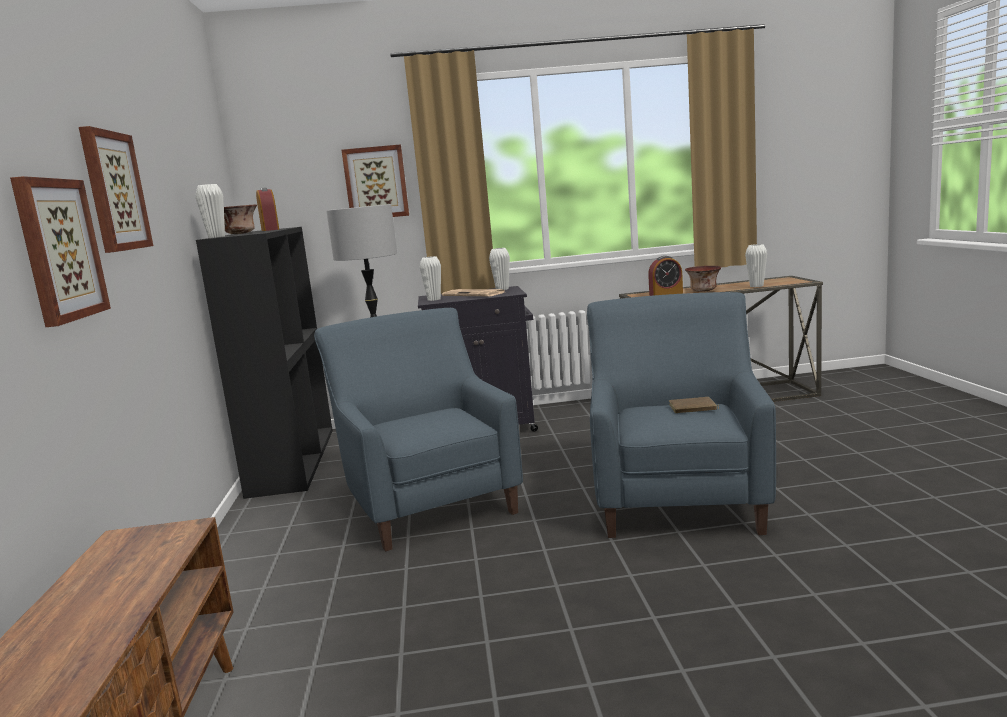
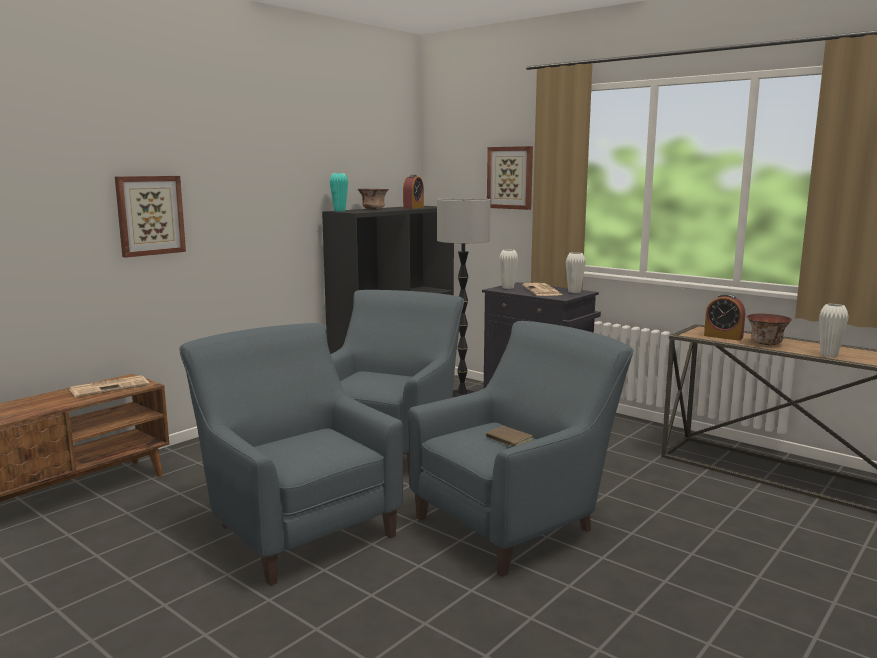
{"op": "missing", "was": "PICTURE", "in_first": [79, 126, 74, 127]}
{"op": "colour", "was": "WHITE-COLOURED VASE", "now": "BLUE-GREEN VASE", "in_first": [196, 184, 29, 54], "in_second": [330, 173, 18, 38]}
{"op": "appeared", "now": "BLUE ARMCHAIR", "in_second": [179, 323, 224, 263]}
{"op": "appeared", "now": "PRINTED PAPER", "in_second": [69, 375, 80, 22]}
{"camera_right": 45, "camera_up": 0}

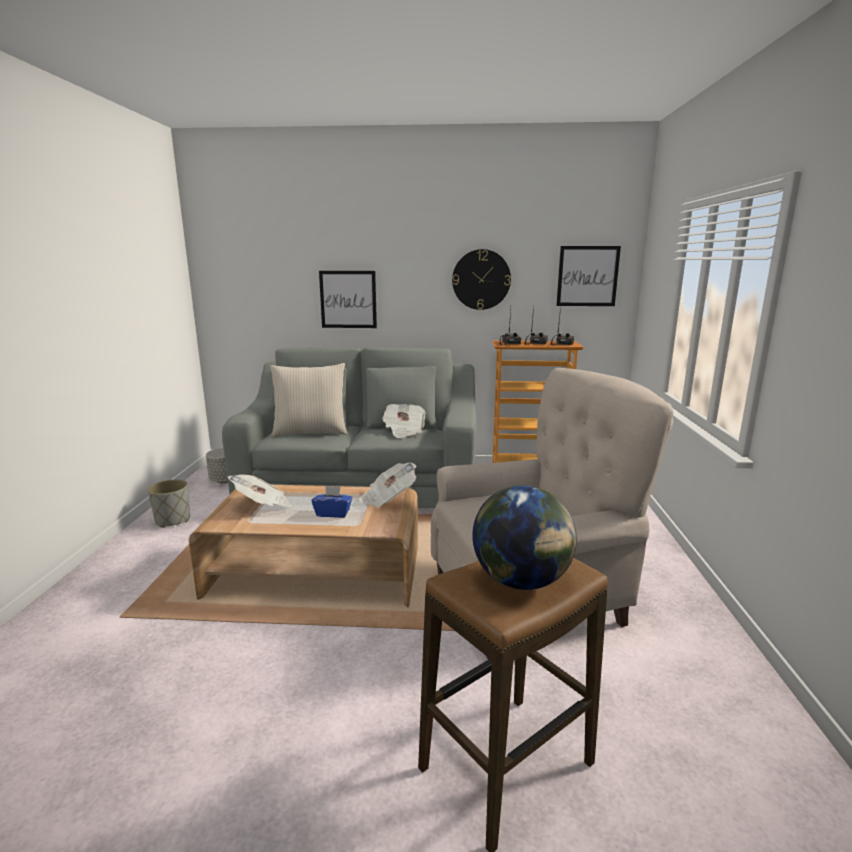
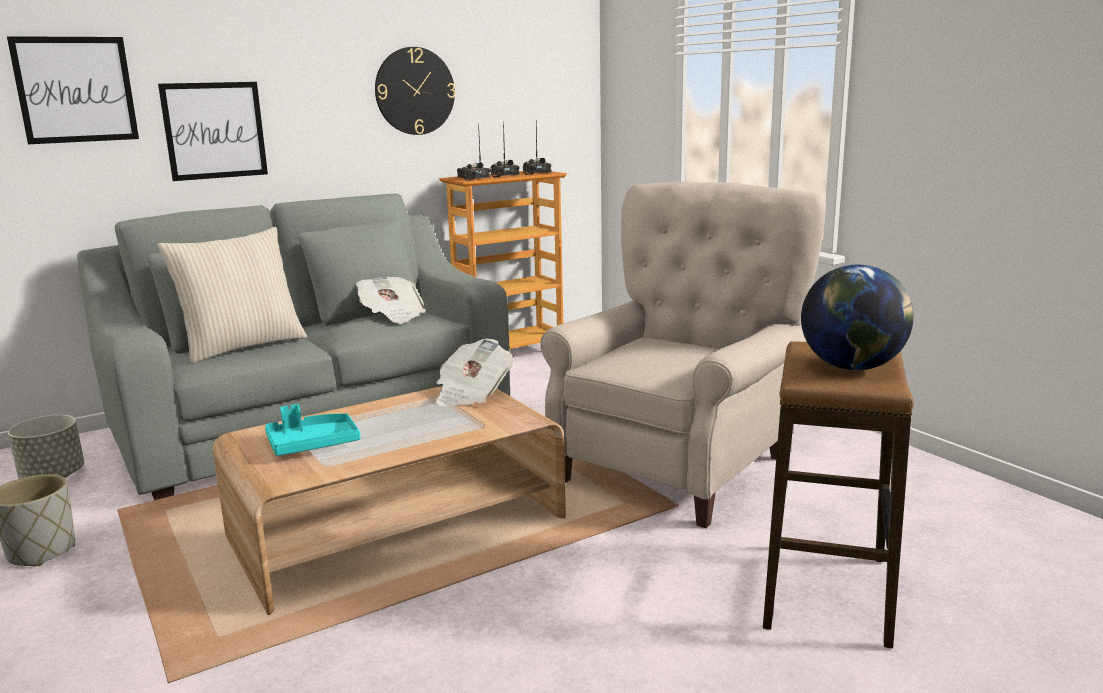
{"op": "relocated", "was": "PICTURE", "in_first": [556, 246, 65, 60], "in_second": [7, 36, 132, 108]}
{"op": "exchanged", "was": "PRINTED PAPER", "now": "BLUE-GREEN TRAY", "in_first": [228, 475, 64, 32], "in_second": [265, 404, 95, 52]}
{"op": "missing", "was": "BLUE BOX OF TISSUES", "in_first": [312, 486, 40, 32]}
{"camera_right": -35, "camera_up": 0}

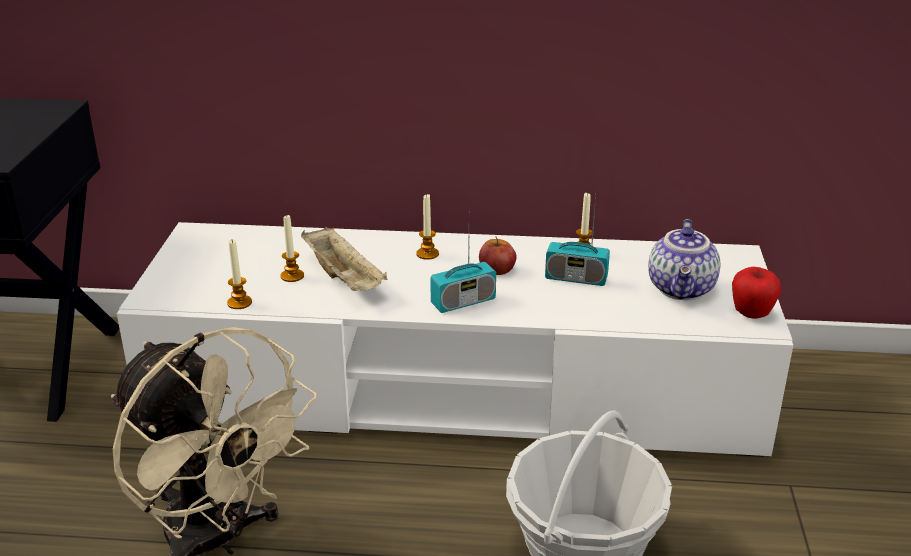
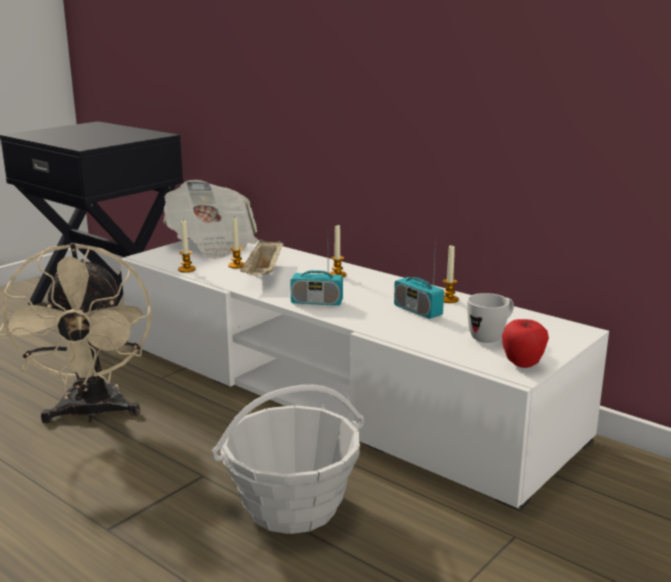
{"op": "exchanged", "was": "TEA POT", "now": "WHITE-COLOURED COFFEE MUG", "in_first": [648, 219, 72, 81], "in_second": [467, 293, 47, 50]}
{"op": "missing", "was": "APPLE", "in_first": [479, 236, 38, 39]}
{"op": "appeared", "now": "PRINTED PAPER", "in_second": [164, 180, 94, 79]}
{"camera_right": 35, "camera_up": -10}

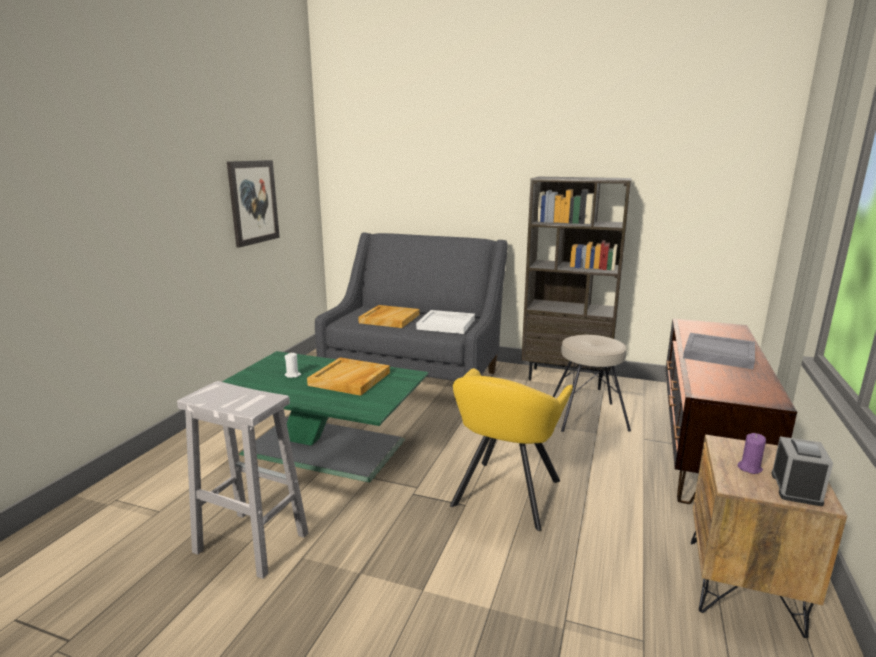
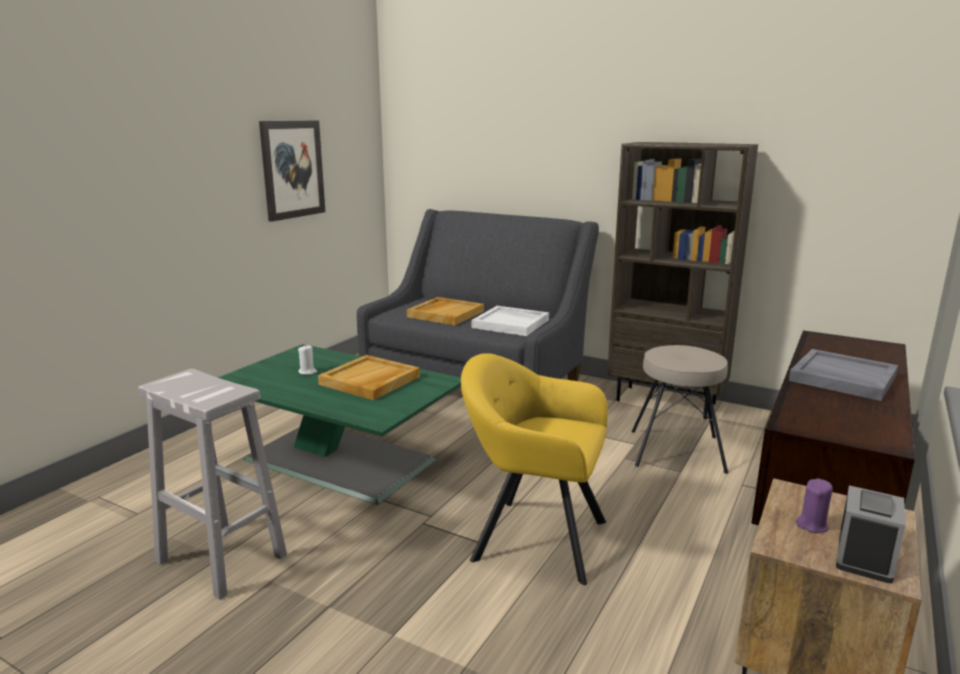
{"op": "spun", "was": "YELLOWISH ARMCHAIR", "in_first": [450, 368, 123, 163], "in_second": [461, 353, 147, 232], "clockwise": 75}
{"camera_right": 10, "camera_up": 0}

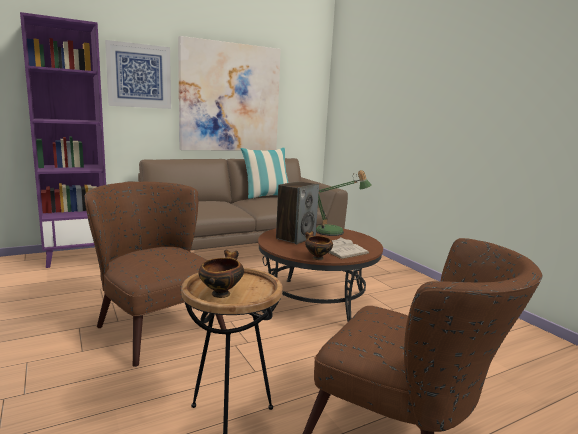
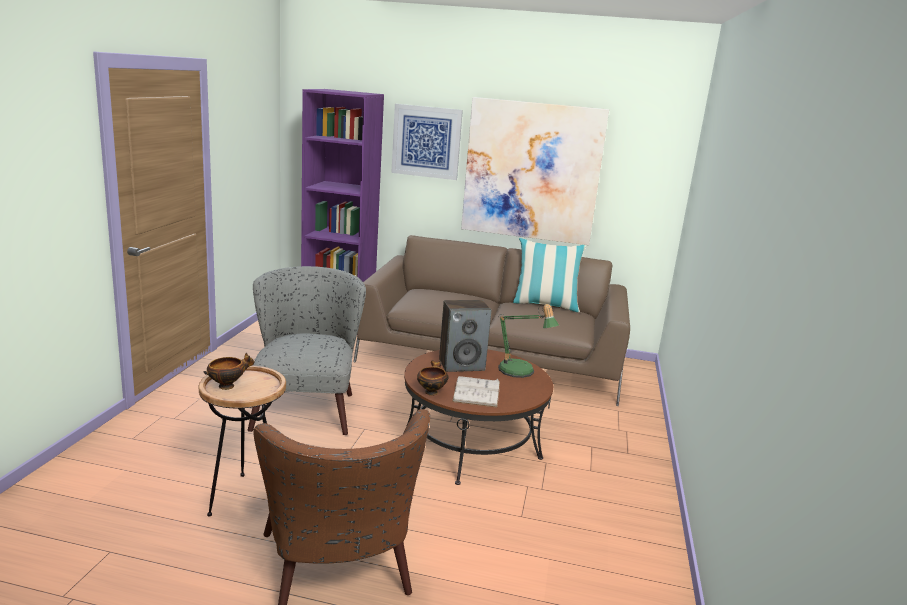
{"op": "colour", "was": "BROWN ARMCHAIR", "now": "GREYISH ARMCHAIR", "in_first": [85, 182, 141, 185], "in_second": [248, 266, 118, 169]}
{"camera_right": 40, "camera_up": 5}

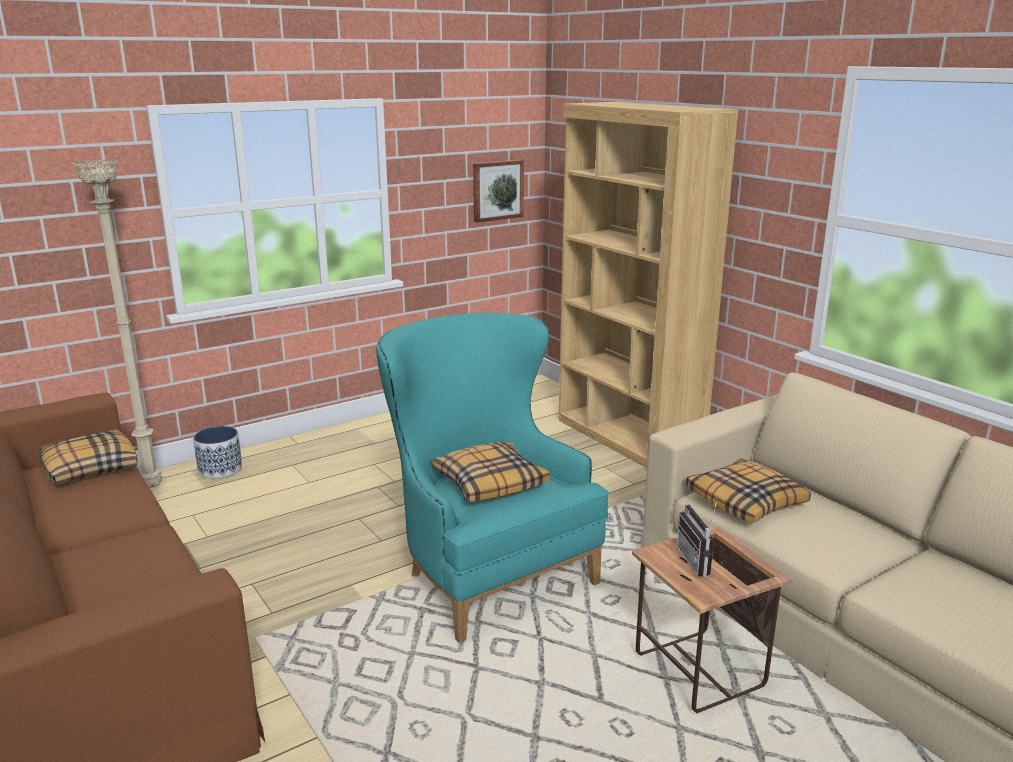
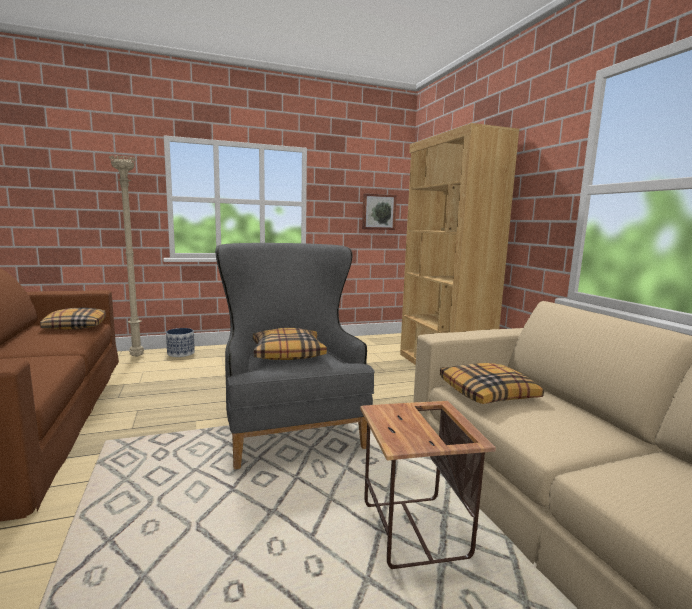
{"op": "colour", "was": "BLUE-GREEN ARMCHAIR", "now": "GREYISH ARMCHAIR", "in_first": [376, 313, 233, 330], "in_second": [215, 243, 160, 226]}
{"op": "missing", "was": "RADIO", "in_first": [676, 499, 41, 78]}
{"camera_right": 15, "camera_up": -10}

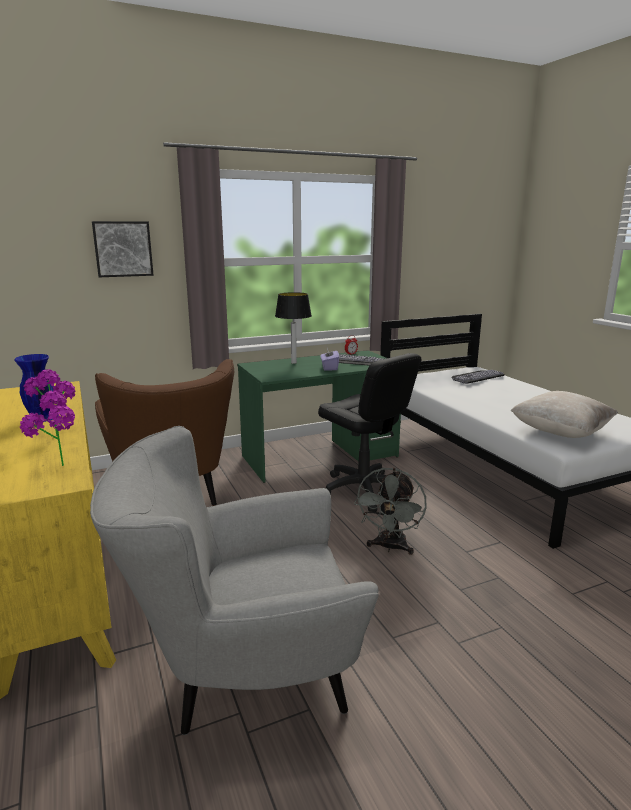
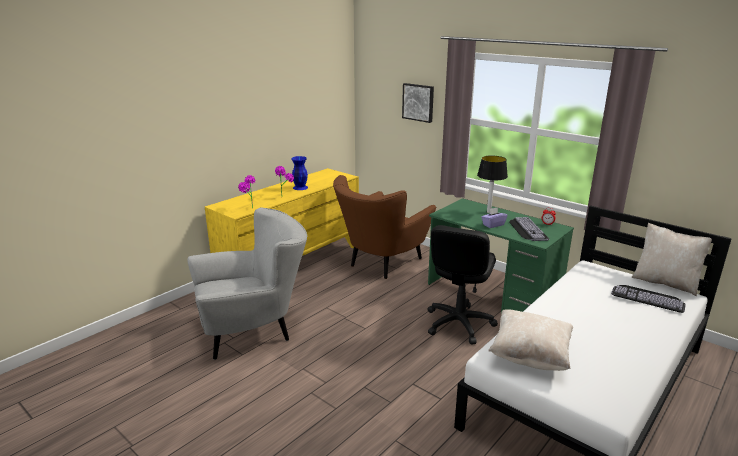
{"op": "spun", "was": "GREYISH ARMCHAIR", "in_first": [90, 426, 289, 309], "in_second": [187, 207, 120, 153], "clockwise": 105}
{"op": "missing", "was": "GREYISH COOLING FAN", "in_first": [354, 468, 73, 87]}
{"op": "appeared", "now": "BEIGE-COLOURED PILLOW", "in_second": [631, 223, 81, 73]}
{"camera_right": 65, "camera_up": 5}

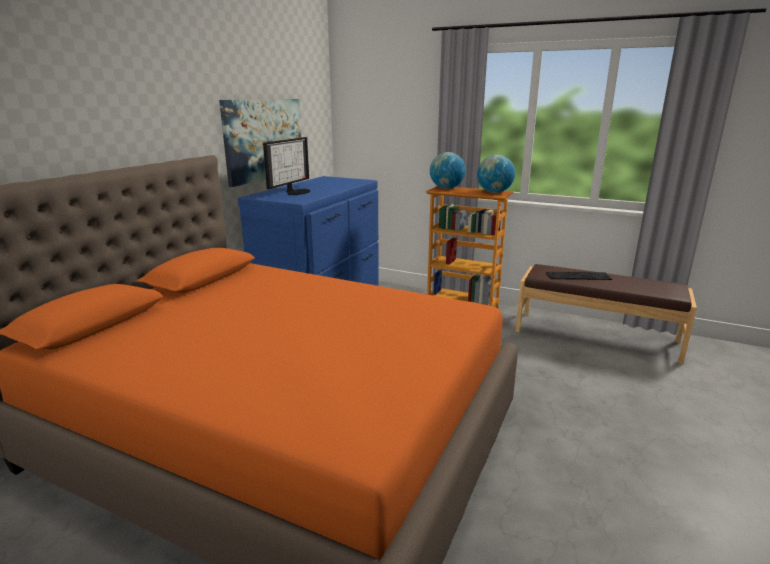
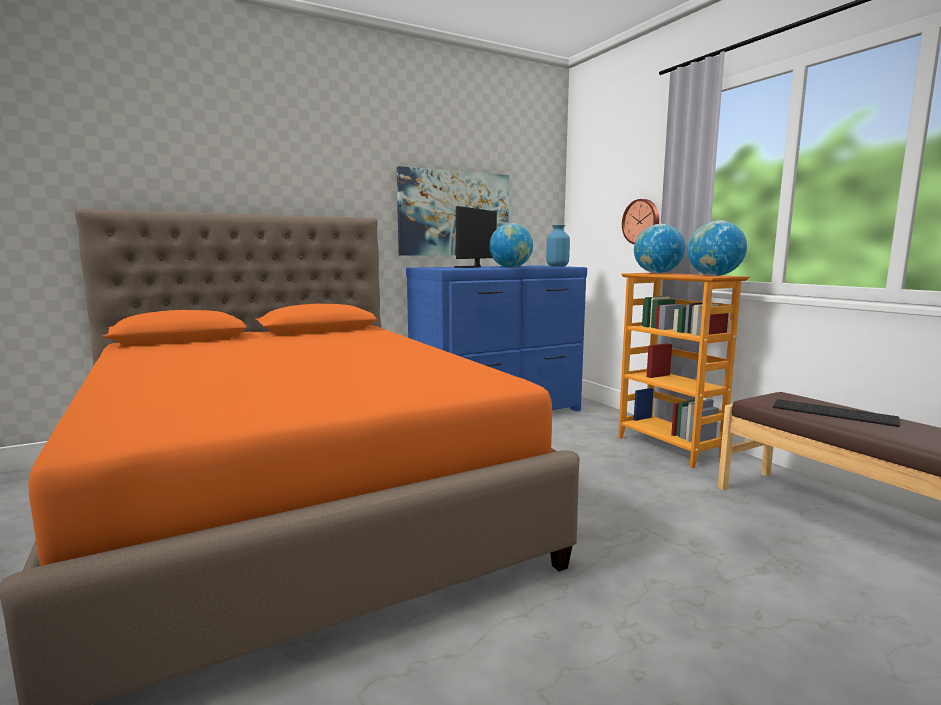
{"op": "spun", "was": "MONITOR", "in_first": [263, 137, 47, 58], "in_second": [454, 206, 43, 62], "clockwise": 150}
{"op": "appeared", "now": "CLOCK ON THE WALL", "in_second": [622, 199, 37, 45]}
{"op": "appeared", "now": "DESK GLOBE", "in_second": [489, 223, 44, 45]}
{"op": "appeared", "now": "BLUE VASE", "in_second": [546, 225, 24, 42]}
{"camera_right": 35, "camera_up": -10}

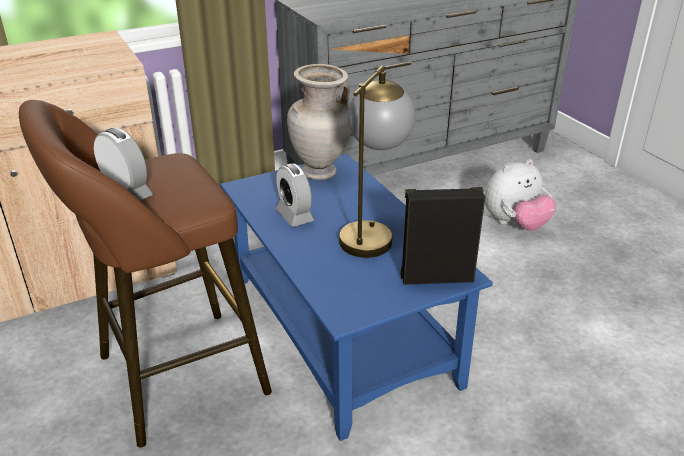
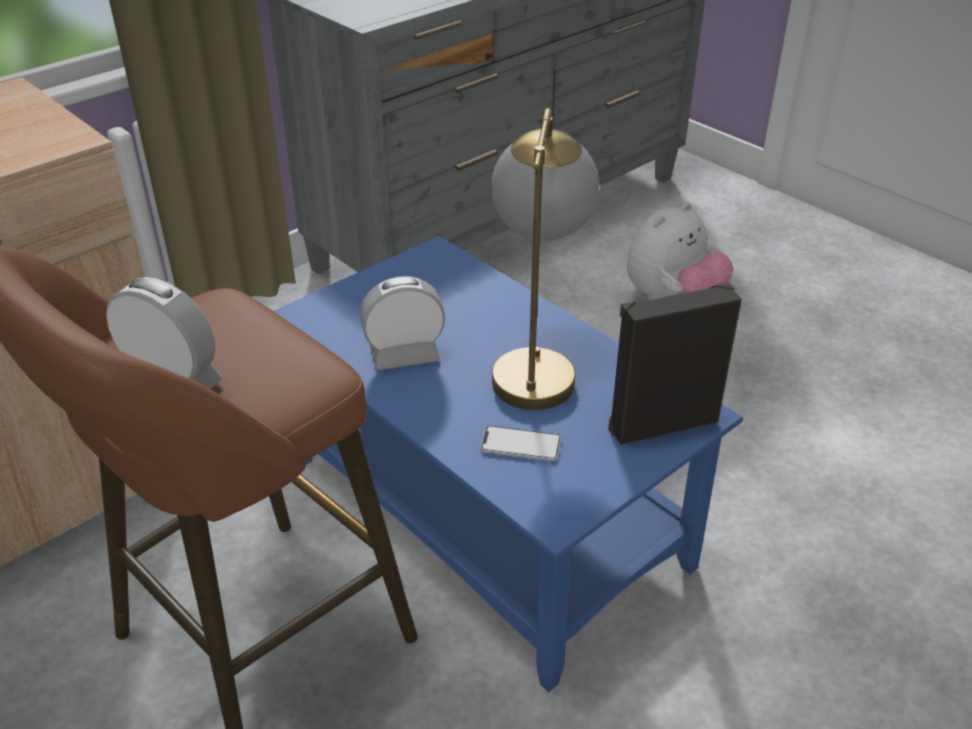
{"op": "missing", "was": "BEIGE-COLOURED VASE", "in_first": [287, 64, 64, 116]}
{"op": "spun", "was": "TABLE CLOCK", "in_first": [276, 164, 38, 63], "in_second": [360, 276, 85, 94], "clockwise": 120}
{"op": "appeared", "now": "TELEPHONE", "in_second": [480, 426, 82, 35]}
{"camera_right": -15, "camera_up": 5}

